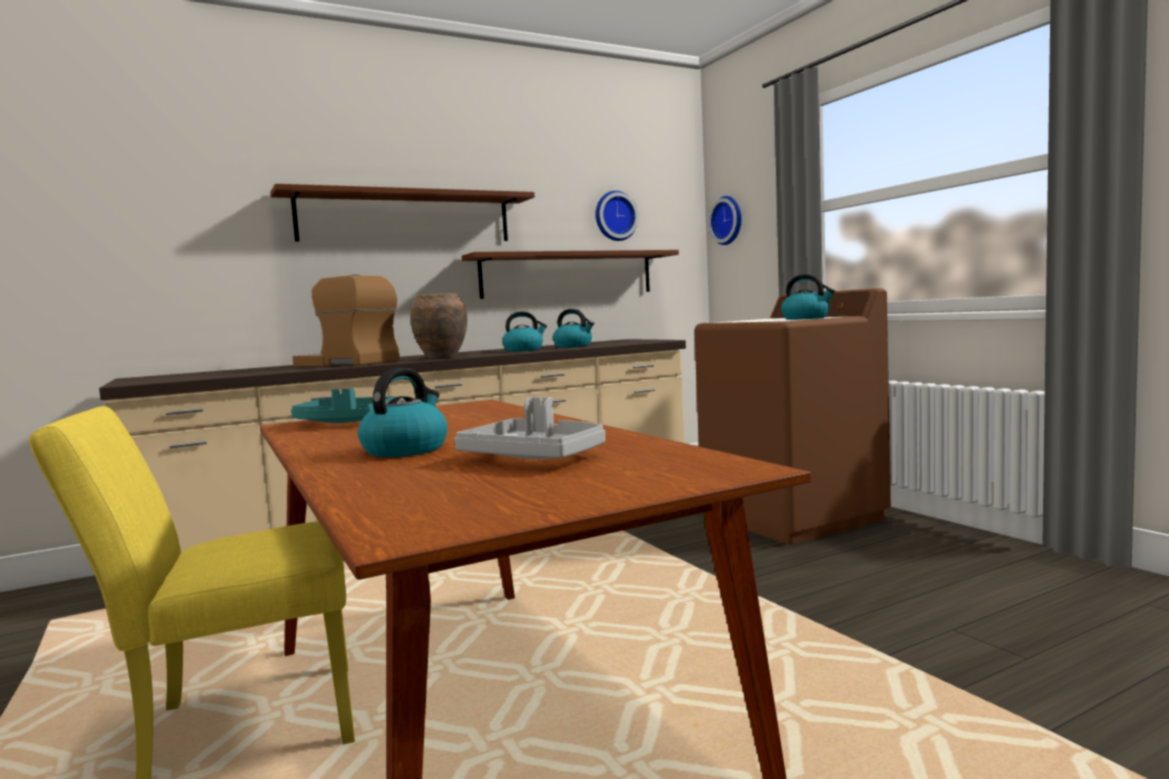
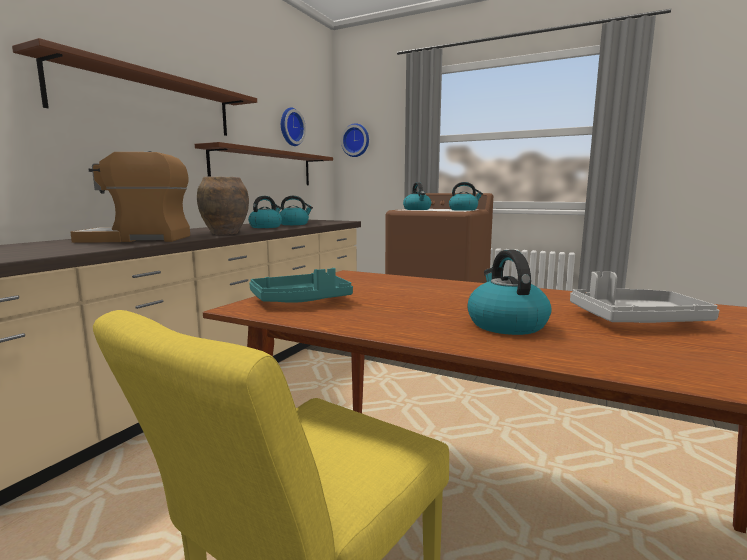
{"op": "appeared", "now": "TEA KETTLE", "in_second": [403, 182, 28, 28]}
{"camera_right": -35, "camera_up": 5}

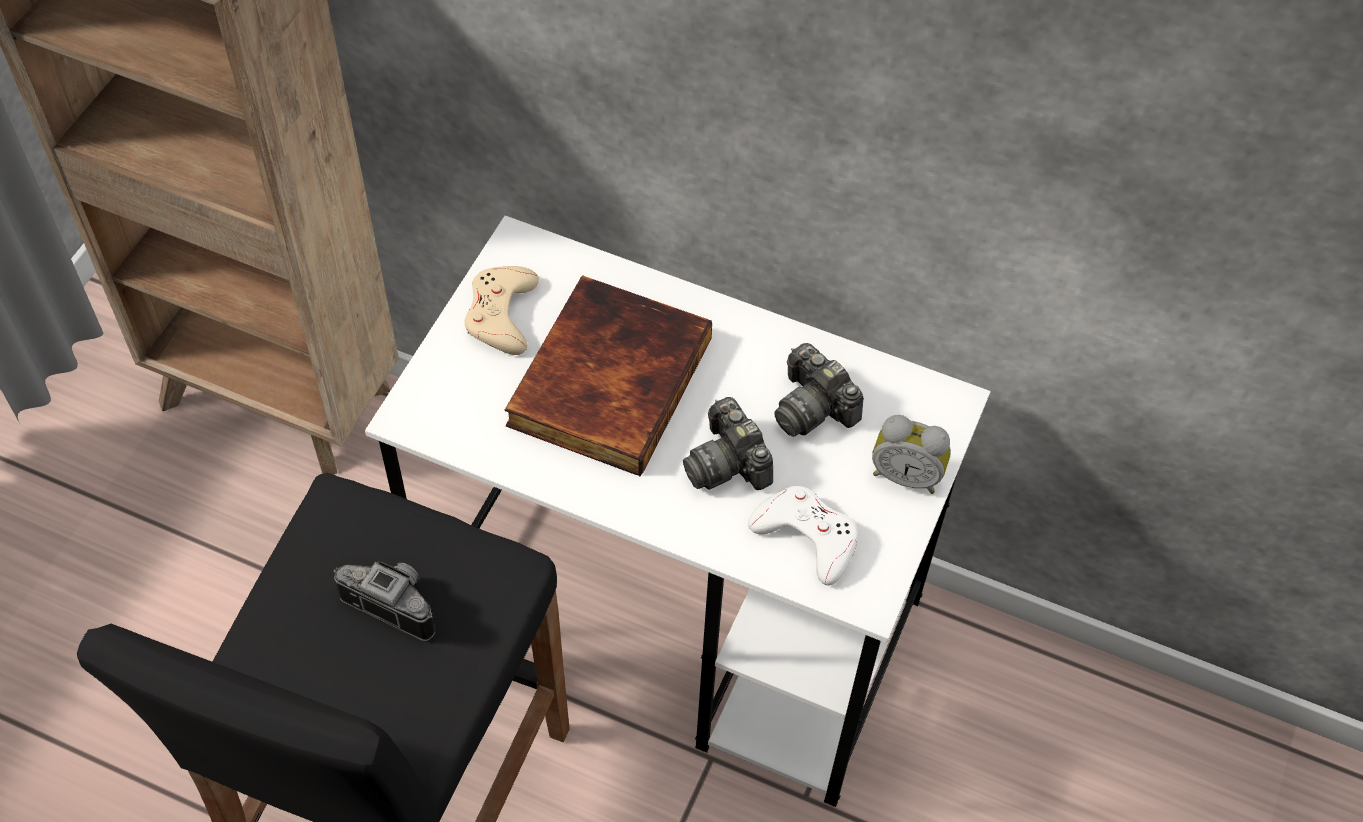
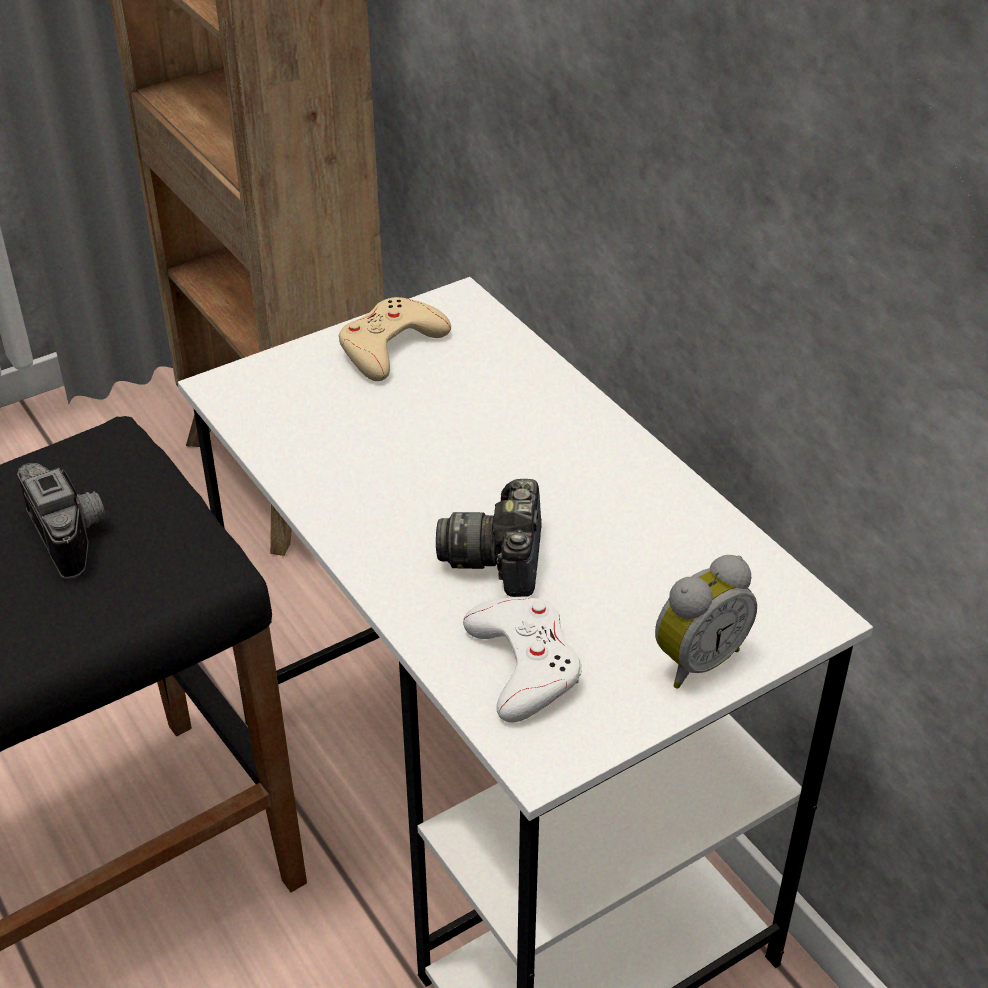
{"op": "missing", "was": "VOLUME", "in_first": [505, 275, 207, 201]}
{"op": "missing", "was": "STILL CAMERA", "in_first": [774, 343, 90, 94]}
{"op": "spun", "was": "TABLE CLOCK", "in_first": [872, 415, 79, 79], "in_second": [655, 555, 102, 134], "clockwise": -90}
{"camera_right": 35, "camera_up": -15}

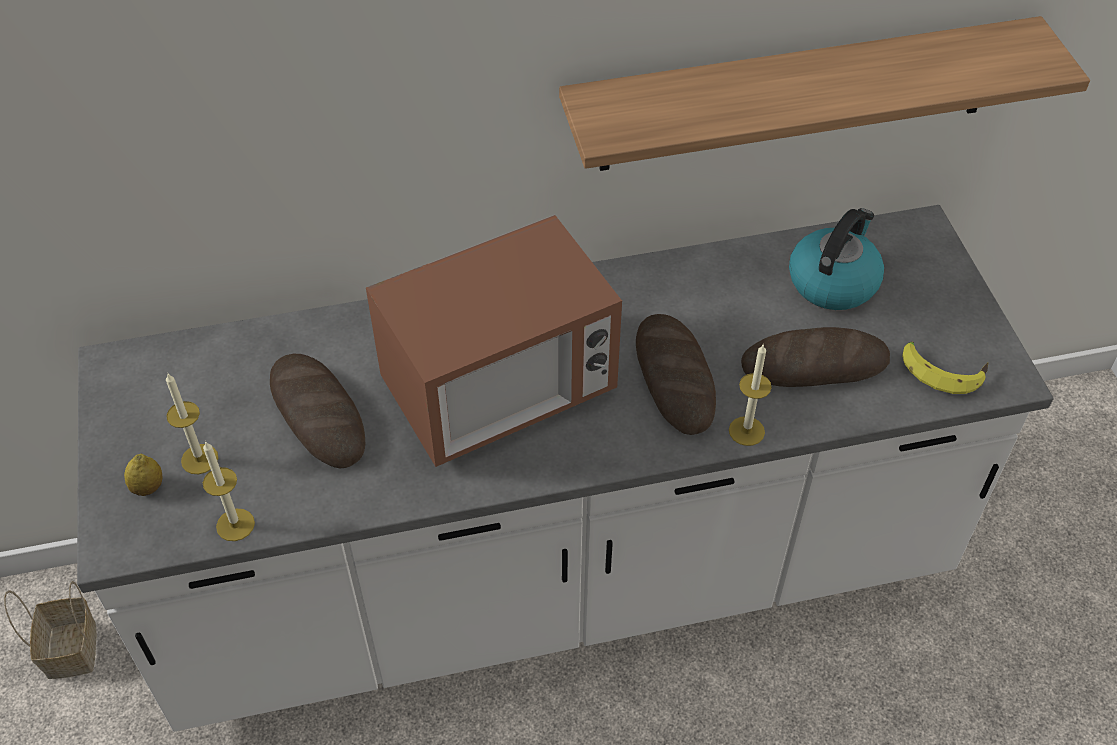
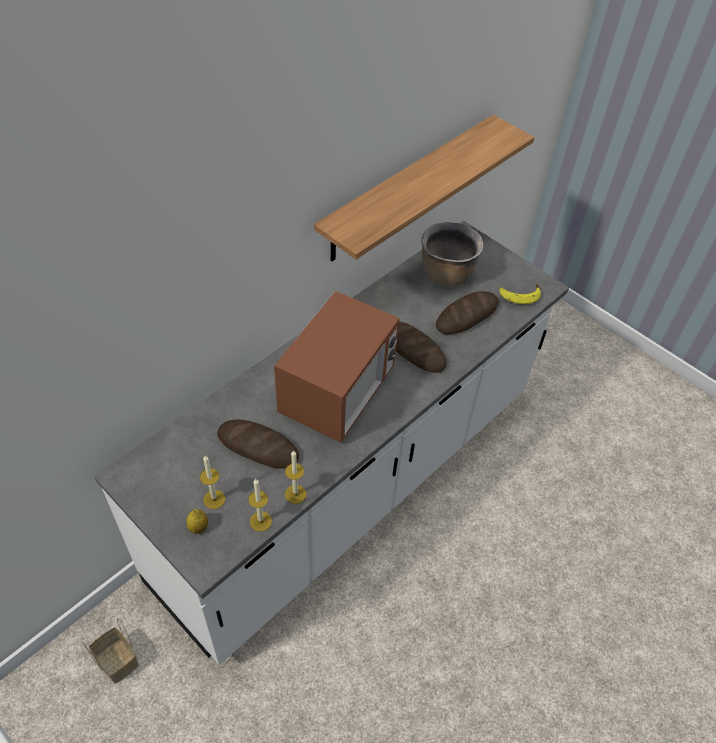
{"op": "exchanged", "was": "TEA KETTLE", "now": "BROWN SAUCEPOT", "in_first": [789, 208, 95, 102], "in_second": [421, 222, 62, 65]}
{"op": "relocated", "was": "WAX CANDLE", "in_first": [729, 344, 43, 102], "in_second": [285, 450, 21, 54]}
{"camera_right": -35, "camera_up": 0}

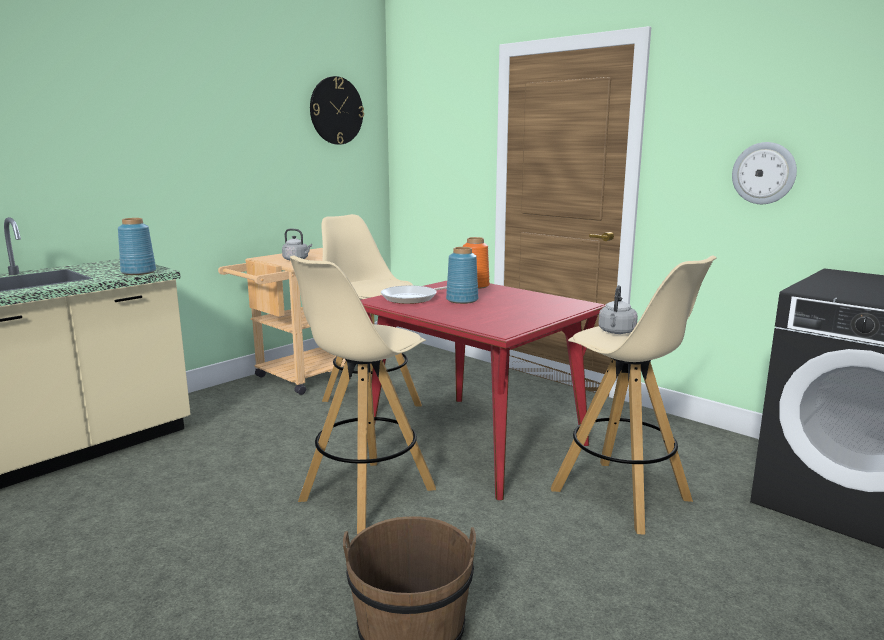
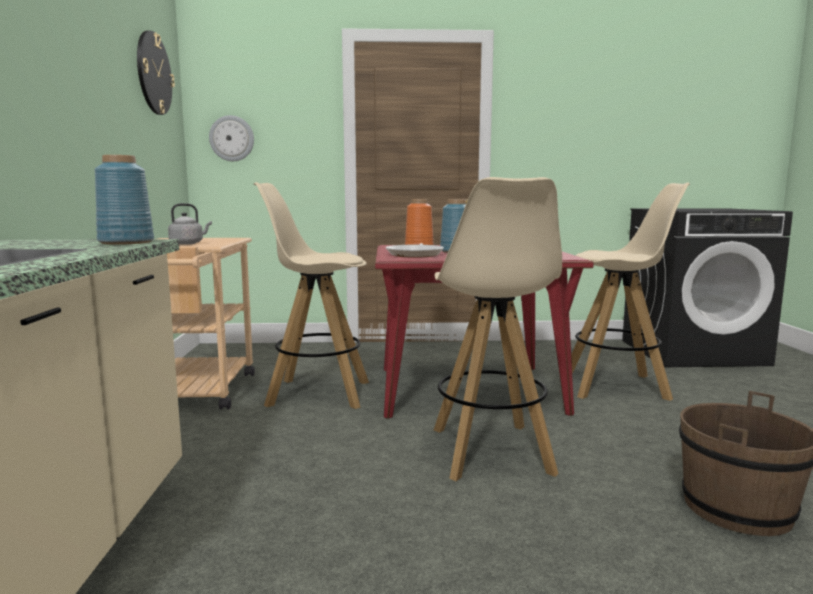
{"op": "relocated", "was": "CLOCK ON THE WALL", "in_first": [732, 142, 65, 62], "in_second": [209, 115, 45, 46]}
{"op": "missing", "was": "GREYISH TEA KETTLE", "in_first": [598, 285, 40, 49]}
{"camera_right": -45, "camera_up": -5}

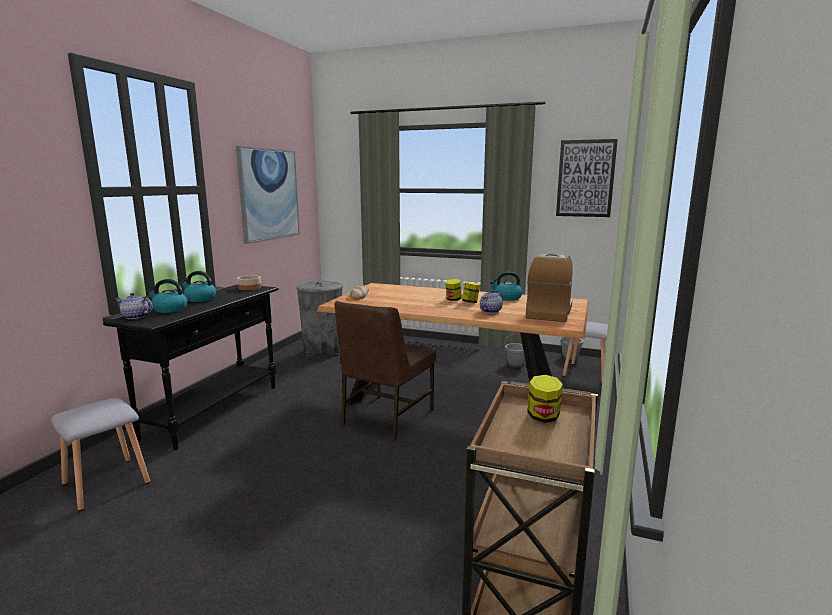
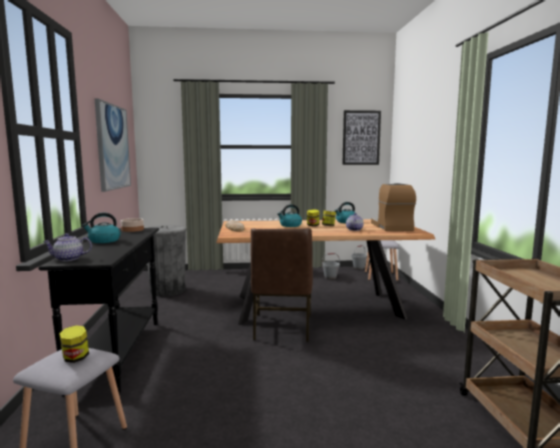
{"op": "relocated", "was": "TEA KETTLE", "in_first": [147, 279, 41, 34], "in_second": [277, 204, 25, 23]}
{"op": "relocated", "was": "PRESERVE JAR", "in_first": [527, 375, 36, 48], "in_second": [59, 325, 30, 38]}
{"camera_right": -25, "camera_up": -5}

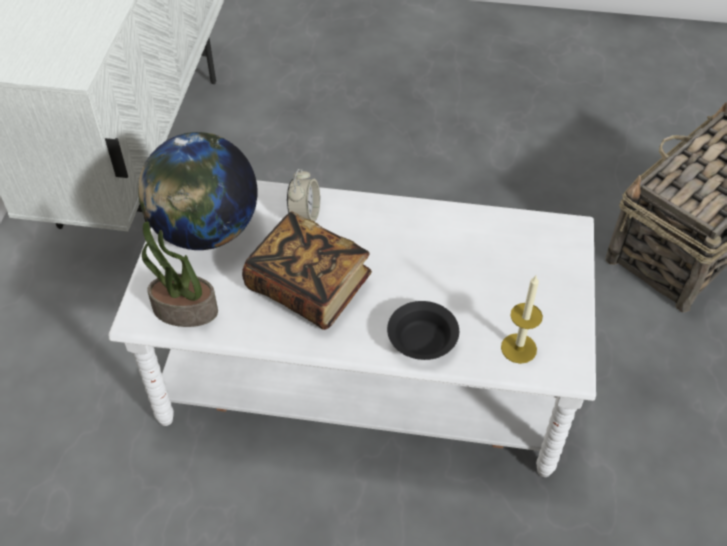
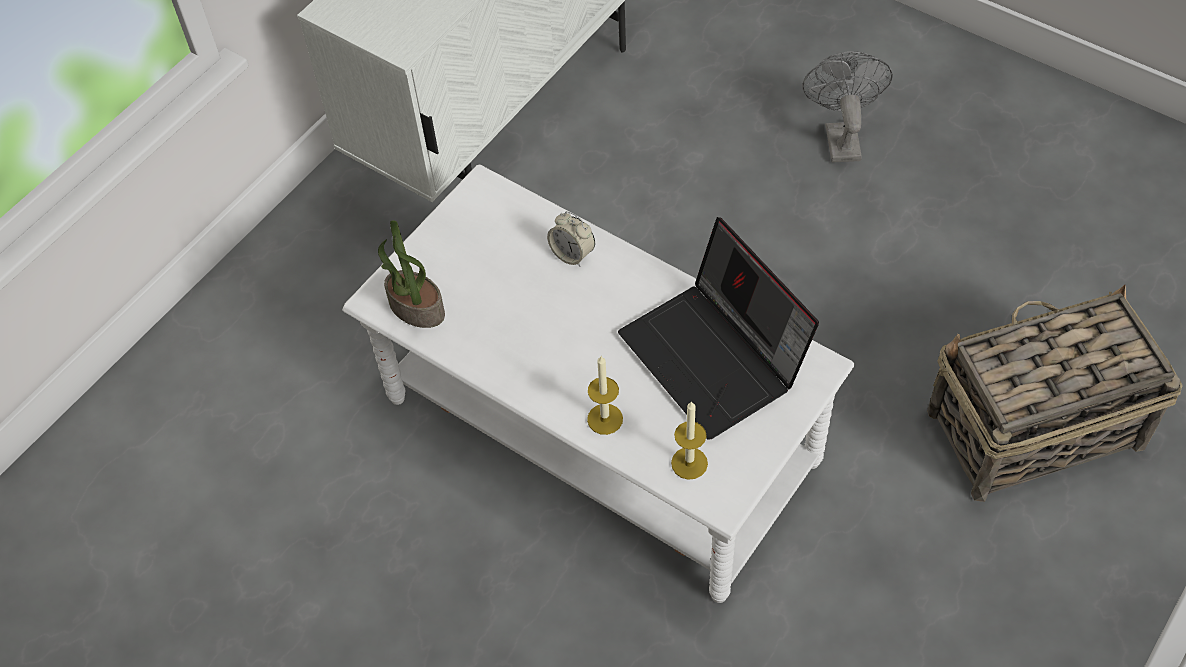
{"op": "missing", "was": "DESK GLOBE", "in_first": [138, 132, 119, 118]}
{"op": "spun", "was": "TABLE CLOCK", "in_first": [287, 169, 33, 52], "in_second": [547, 211, 48, 56], "clockwise": 90}
{"op": "missing", "was": "VOLUME", "in_first": [242, 211, 130, 119]}
{"op": "exchanged", "was": "BLACK DEEP DISH", "now": "WAX CANDLE", "in_first": [387, 301, 72, 59], "in_second": [587, 356, 36, 79]}
{"op": "appeared", "now": "GREYISH COOLING FAN", "in_second": [803, 51, 90, 111]}
{"op": "appeared", "now": "LAPTOP", "in_second": [618, 217, 201, 223]}
{"camera_right": 30, "camera_up": 5}

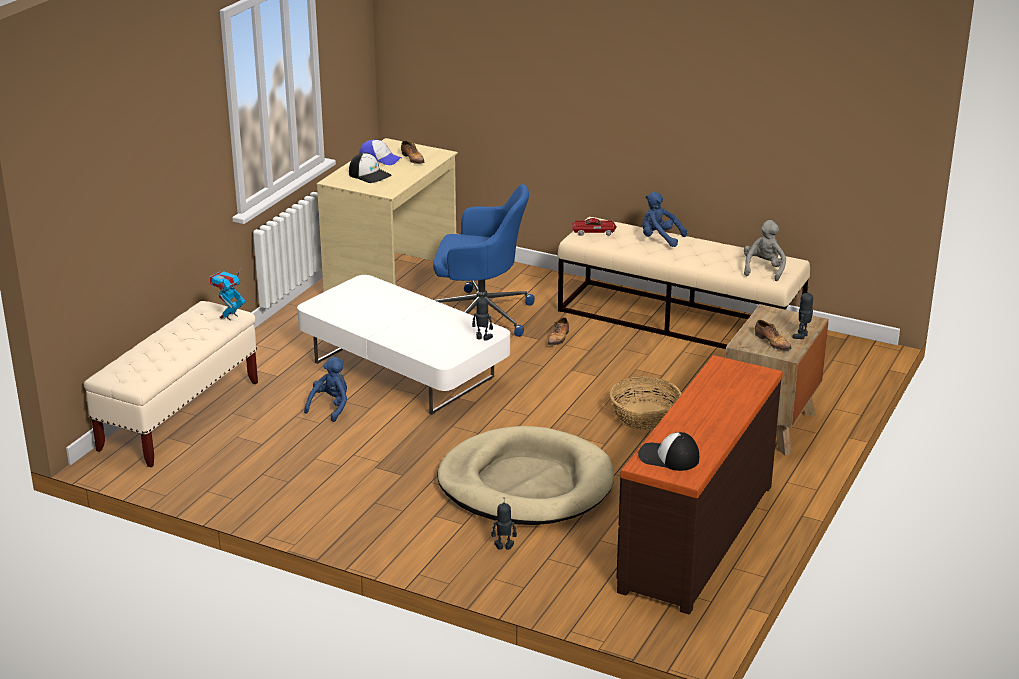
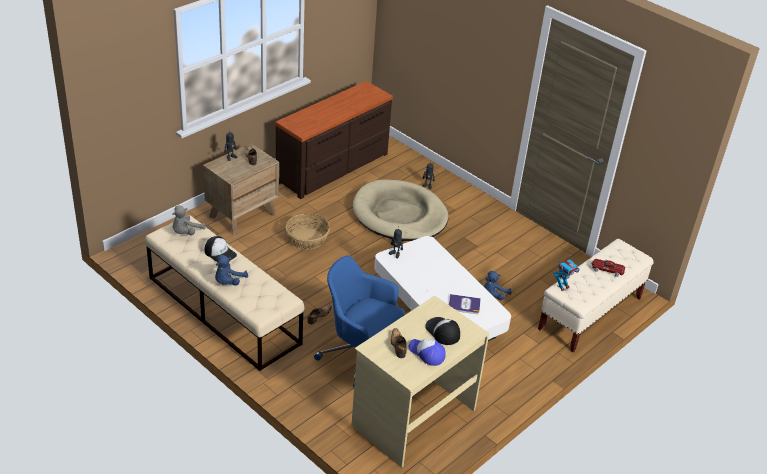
{"op": "spun", "was": "BLUE SOFT TOY", "in_first": [642, 192, 45, 55], "in_second": [215, 255, 33, 31], "clockwise": 75}
{"op": "relocated", "was": "MINIATURE CAR", "in_first": [572, 218, 45, 18], "in_second": [591, 259, 34, 18]}
{"op": "relocated", "was": "PEAKED CAP", "in_first": [638, 432, 61, 39], "in_second": [205, 236, 32, 26]}
{"op": "appeared", "now": "VOLUME", "in_second": [449, 294, 32, 20]}
{"camera_right": -165, "camera_up": 10}

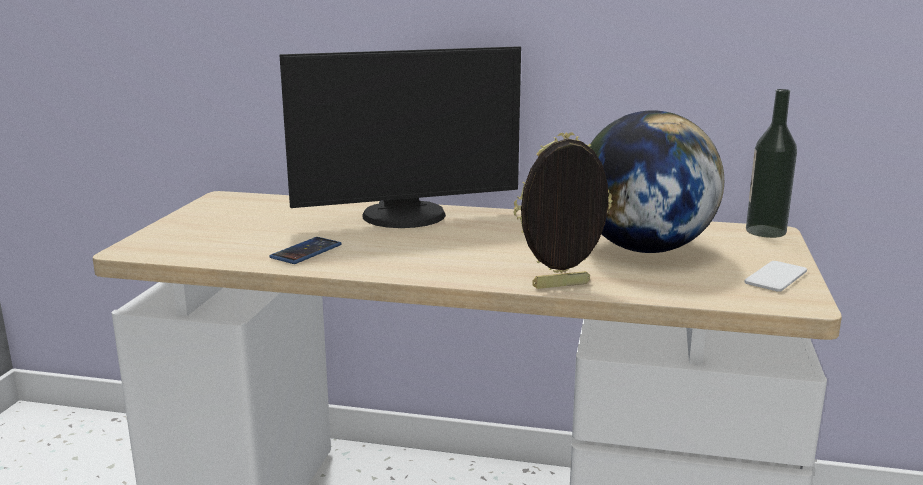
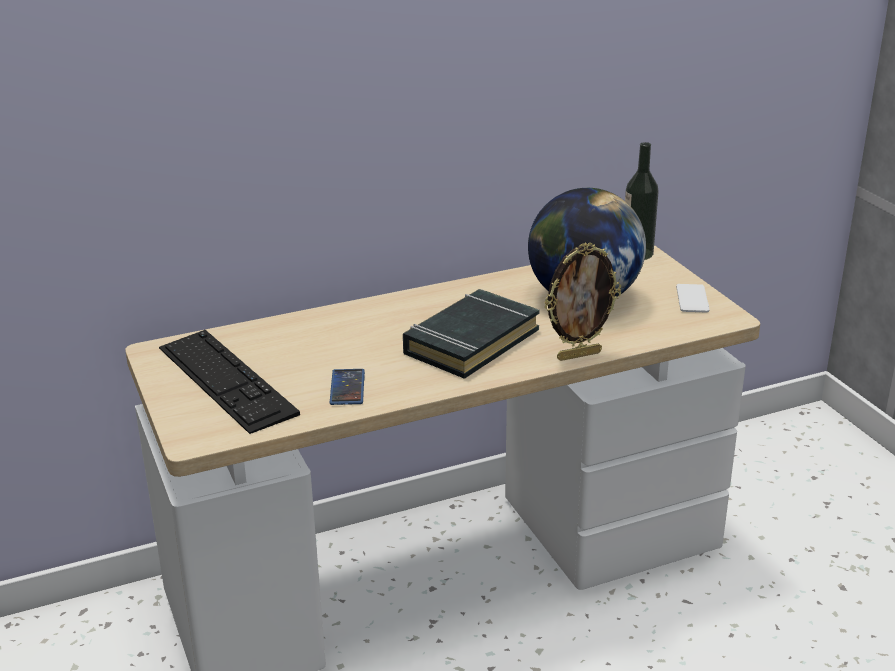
{"op": "missing", "was": "MONITOR", "in_first": [279, 46, 242, 182]}
{"op": "spun", "was": "STANDING FRAME", "in_first": [514, 132, 99, 157], "in_second": [544, 242, 77, 119], "clockwise": -150}
{"op": "appeared", "now": "BLACK VOLUME", "in_second": [403, 289, 137, 90]}
{"op": "appeared", "now": "COMPUTER KEYBOARD", "in_second": [159, 330, 141, 104]}
{"camera_right": -35, "camera_up": 10}

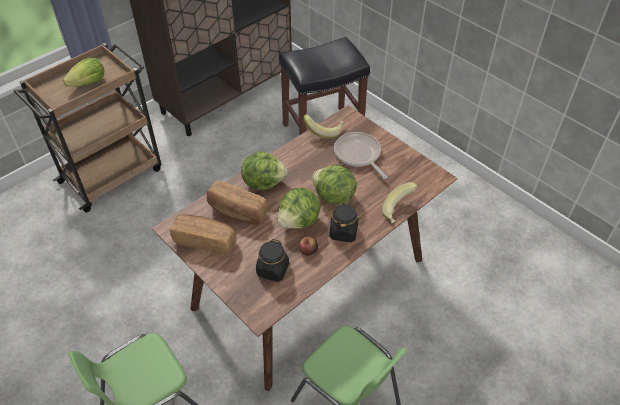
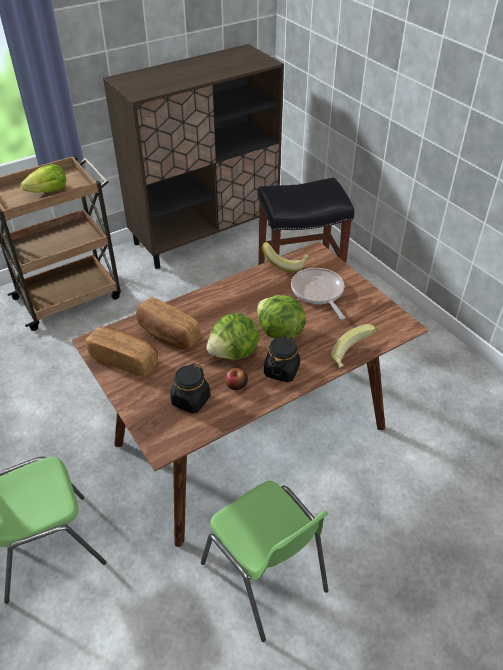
{"op": "missing", "was": "HEAD OF LETTUCE", "in_first": [241, 151, 47, 39]}
{"camera_right": 10, "camera_up": -5}

